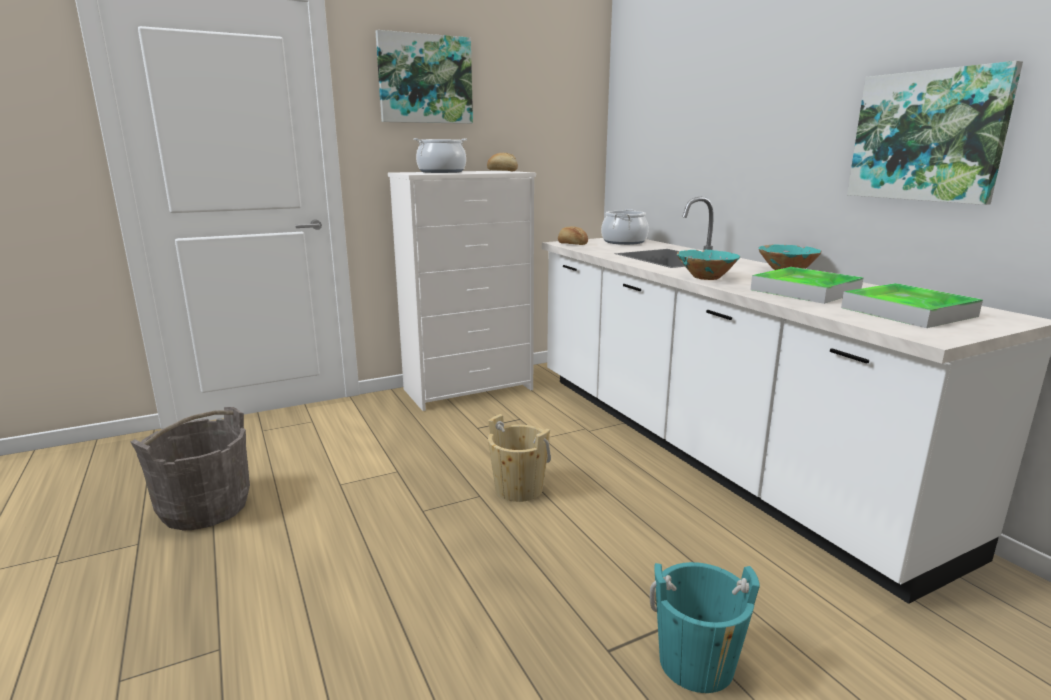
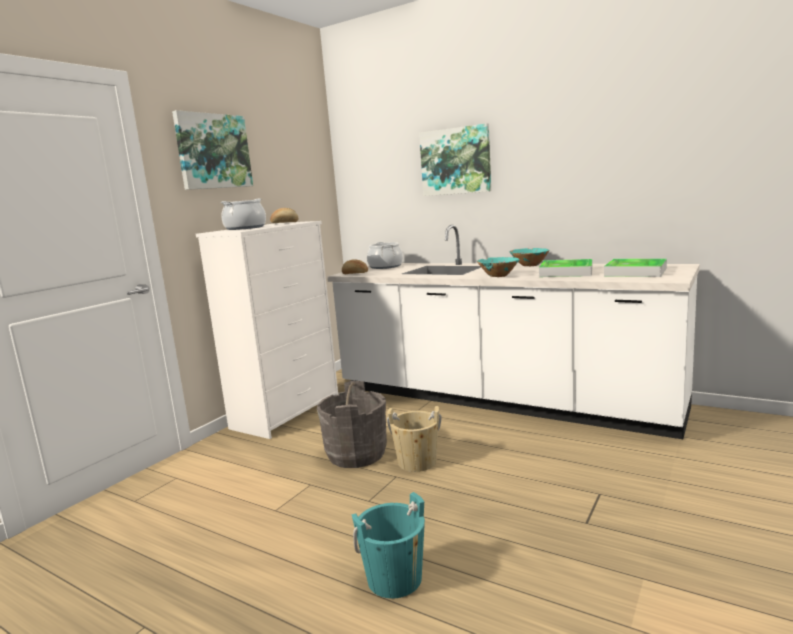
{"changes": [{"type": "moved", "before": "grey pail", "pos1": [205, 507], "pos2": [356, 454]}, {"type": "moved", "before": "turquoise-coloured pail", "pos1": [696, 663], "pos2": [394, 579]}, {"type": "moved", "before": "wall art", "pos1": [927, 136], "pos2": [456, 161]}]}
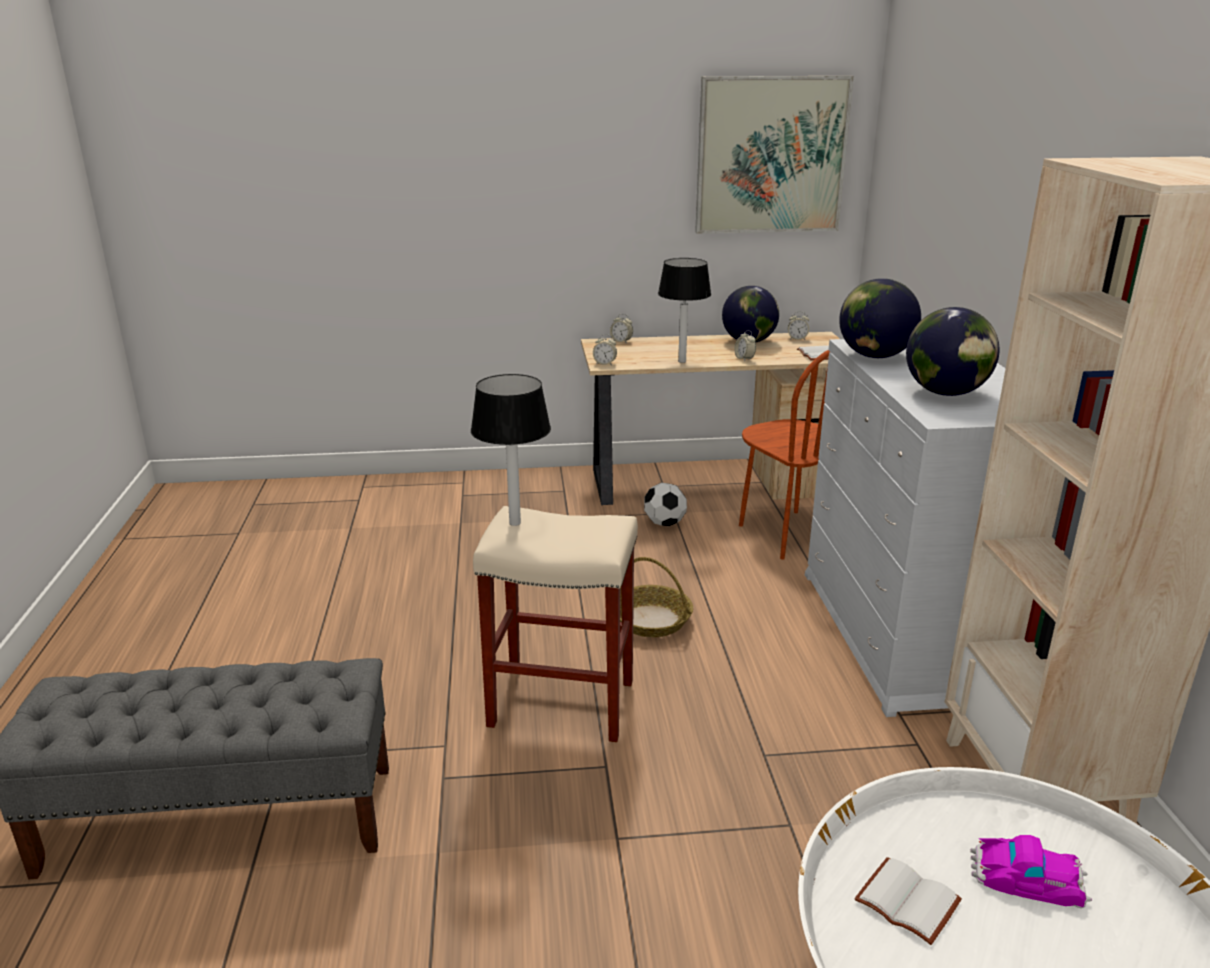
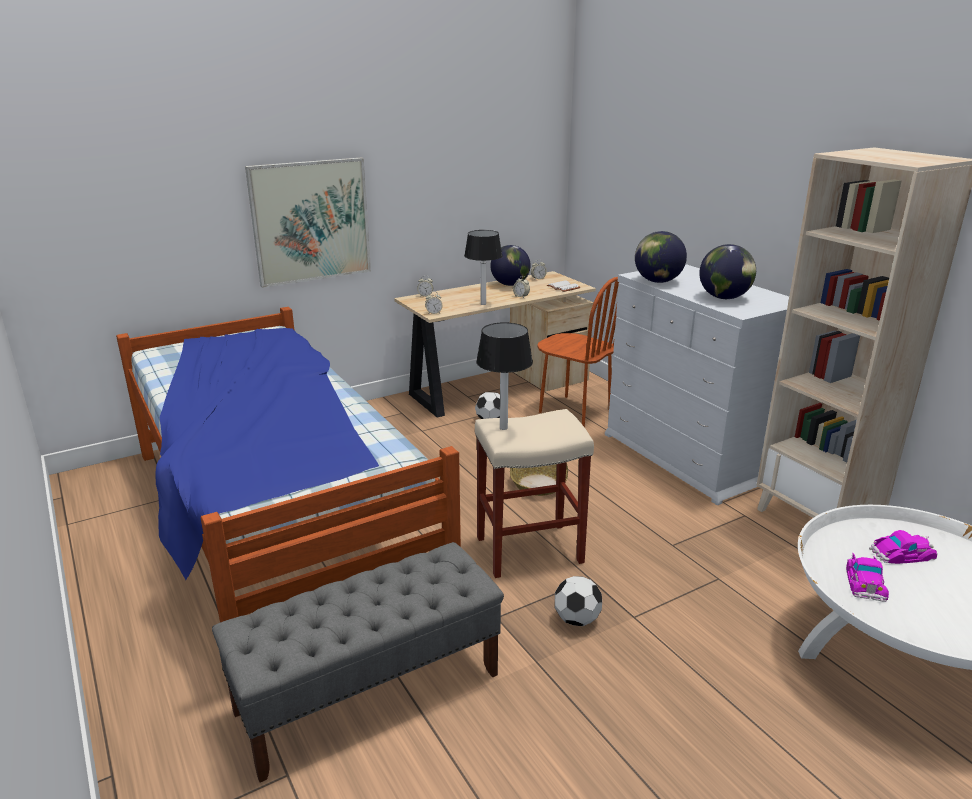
{"changes": [{"type": "moved", "before": "wall art", "pos1": [771, 156], "pos2": [311, 221]}, {"type": "replaced", "before": "white bound book", "after": "model car", "pos1": [910, 901], "pos2": [865, 581]}, {"type": "added", "after": "bed", "pos2": [275, 521]}, {"type": "added", "after": "football", "pos2": [576, 619]}]}
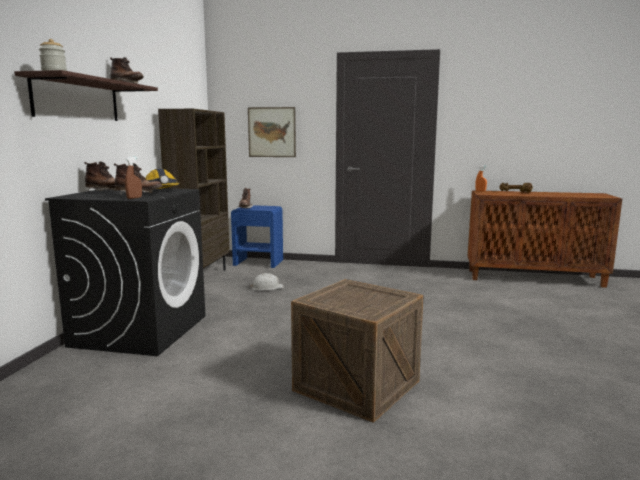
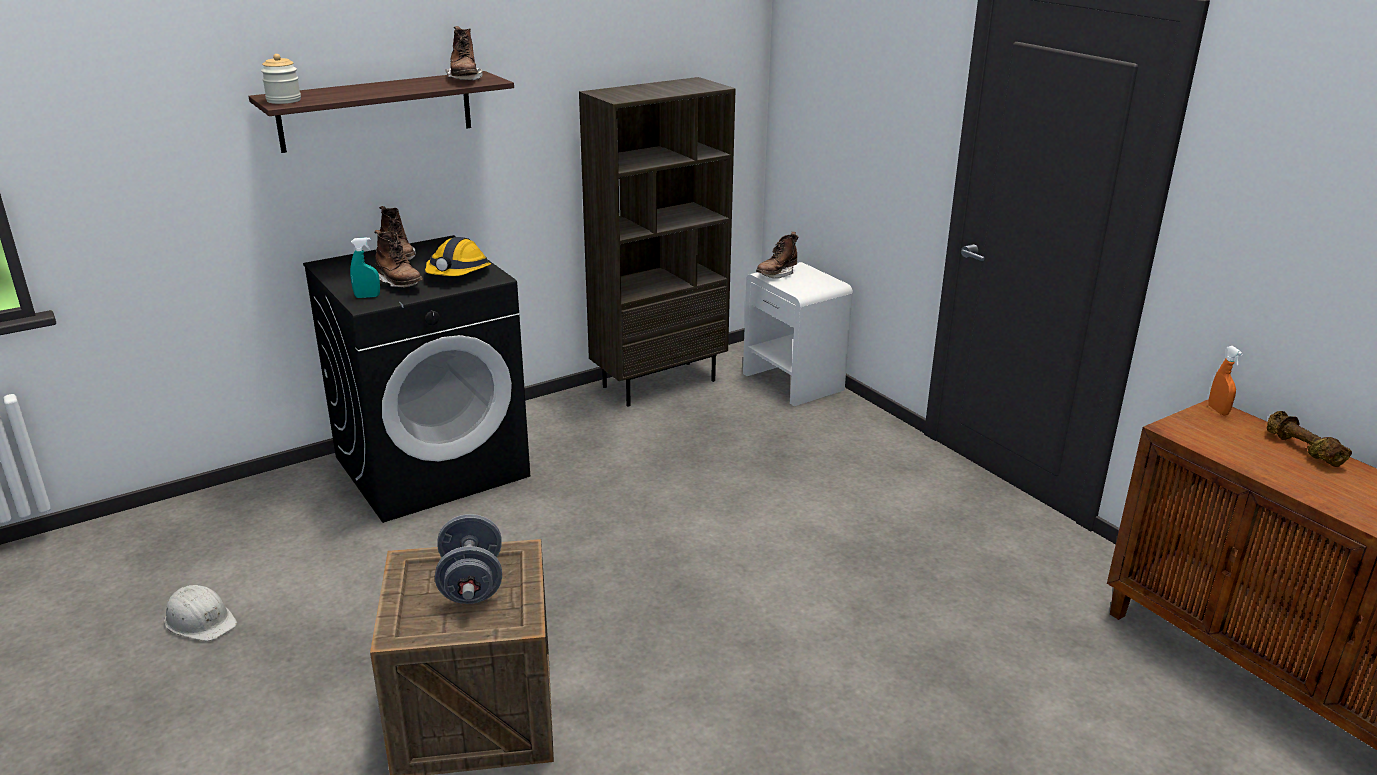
{"changes": [{"type": "recoloured", "before": "brownish spray bottle", "after": "turquoise-coloured spray bottle", "pos1": [134, 198], "pos2": [367, 296]}, {"type": "recoloured", "before": "blue-coloured nightstand", "after": "white nightstand", "pos1": [259, 262], "pos2": [793, 382]}, {"type": "removed", "before": "wall art", "pos1": [272, 132]}, {"type": "moved", "before": "white work helmet", "pos1": [267, 287], "pos2": [200, 620]}, {"type": "added", "after": "grey dumbbell", "pos2": [471, 584]}]}
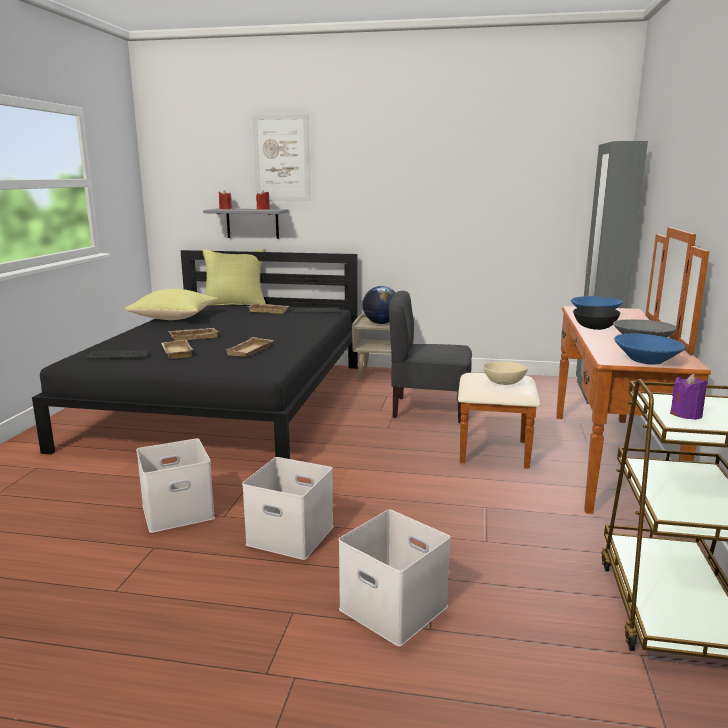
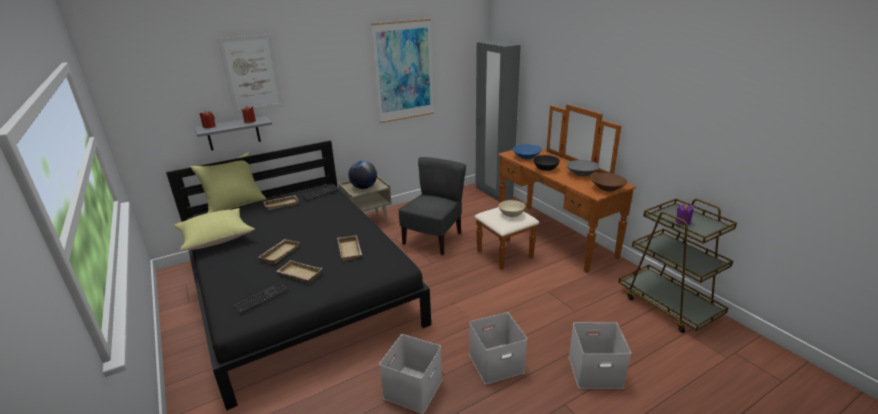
{"changes": [{"type": "turned", "before": "grey chair", "pos1": [428, 409], "pos2": [433, 239], "turn": 150}, {"type": "recoloured", "before": "blue-coloured deep dish", "after": "brownish deep dish", "pos1": [647, 360], "pos2": [607, 188]}, {"type": "added", "after": "wall art", "pos2": [404, 71]}]}
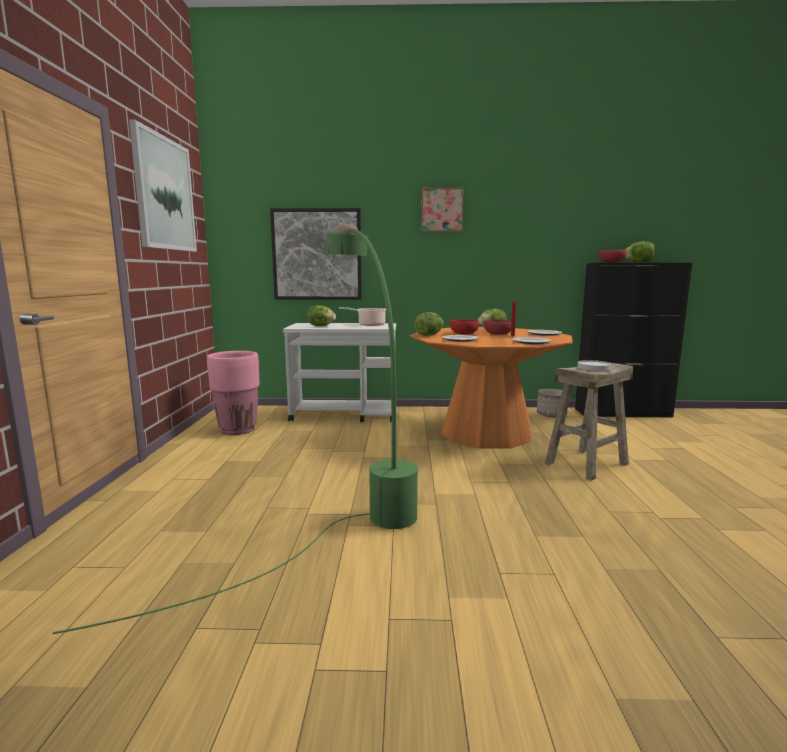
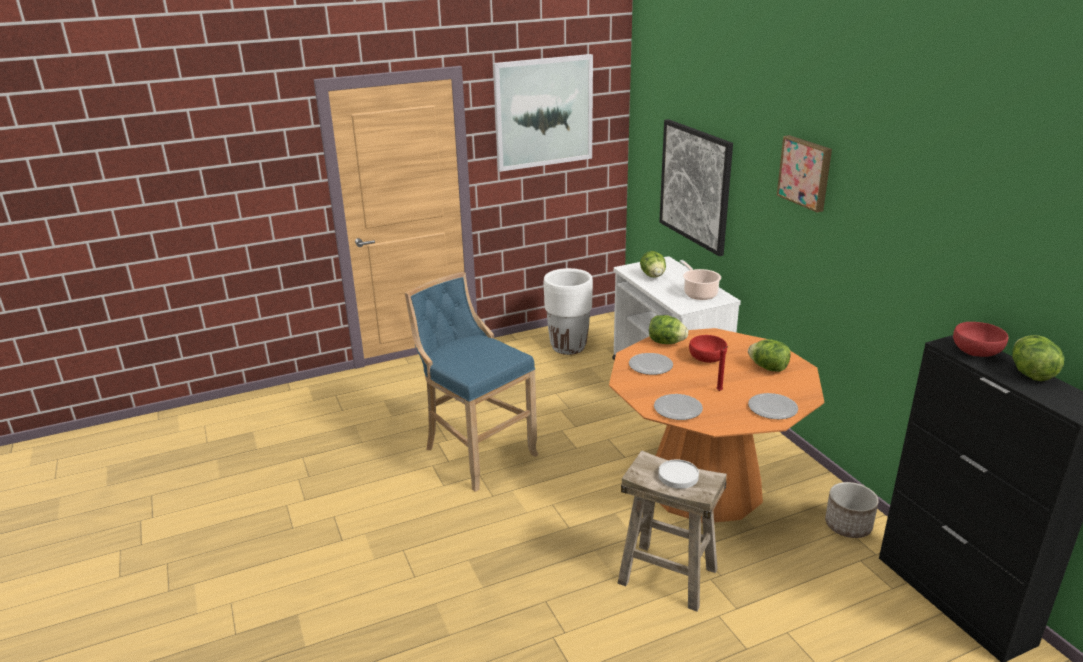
{"changes": [{"type": "replaced", "before": "green floor lamp", "after": "blue-coloured sitting stool", "pos1": [352, 497], "pos2": [476, 452]}, {"type": "recoloured", "before": "pinkish plant pot", "after": "white plant pot", "pos1": [238, 430], "pos2": [568, 347]}, {"type": "removed", "before": "reddish deep dish", "pos1": [497, 334]}]}
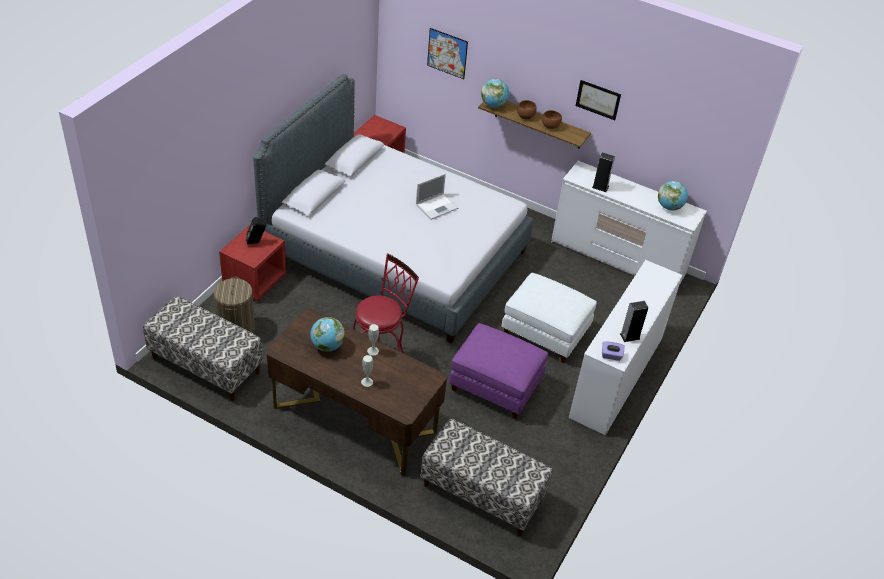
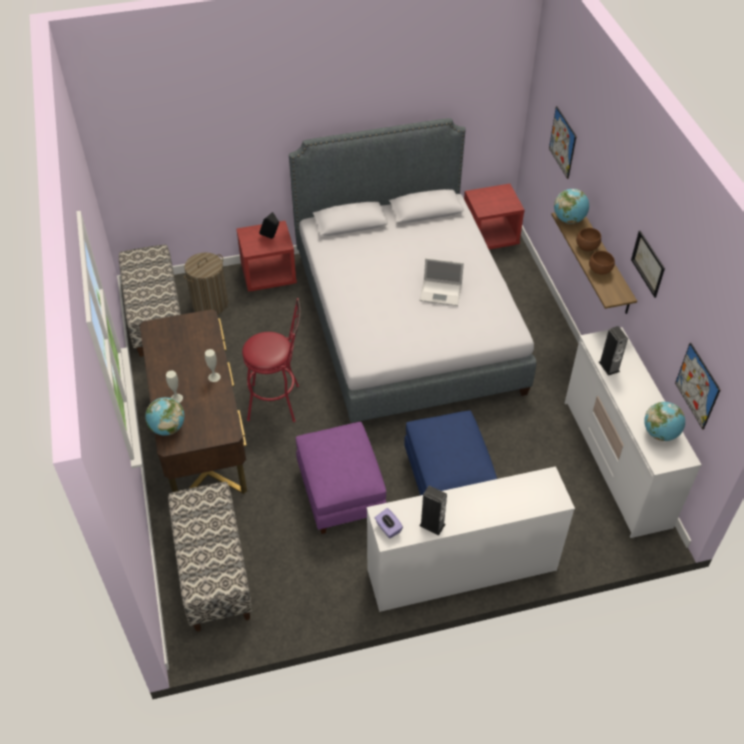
{"changes": [{"type": "moved", "before": "globe", "pos1": [327, 346], "pos2": [167, 428]}, {"type": "recoloured", "before": "white pouffe", "after": "blue-coloured pouffe", "pos1": [545, 332], "pos2": [448, 480]}, {"type": "added", "after": "wall art", "pos2": [697, 386]}]}
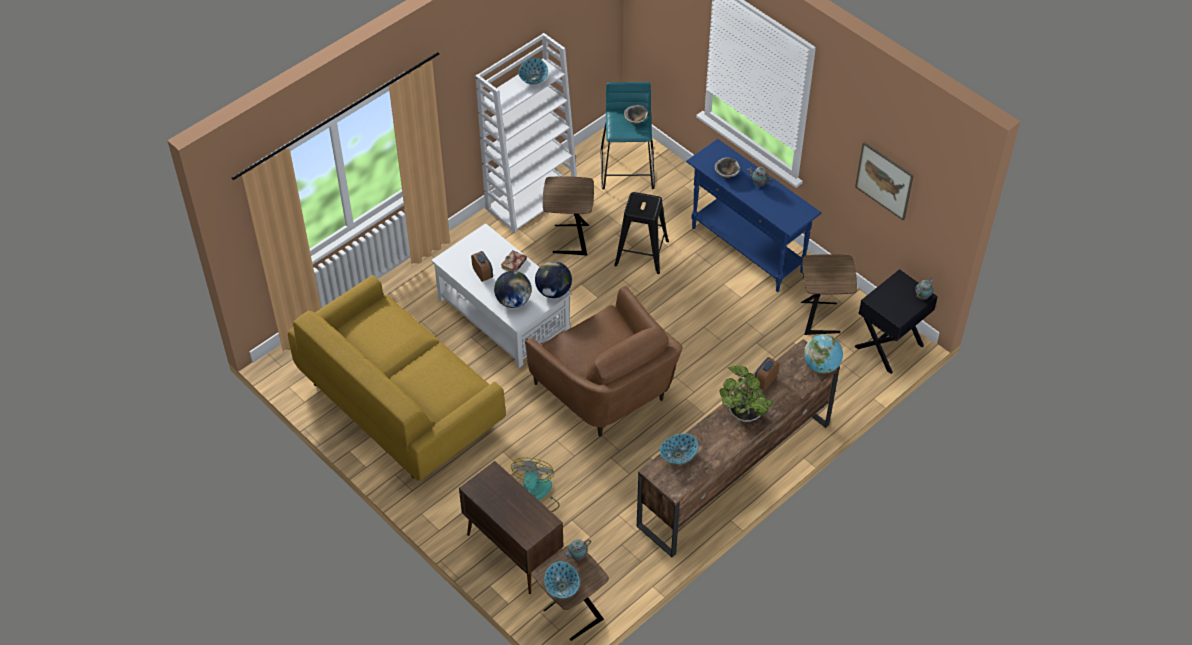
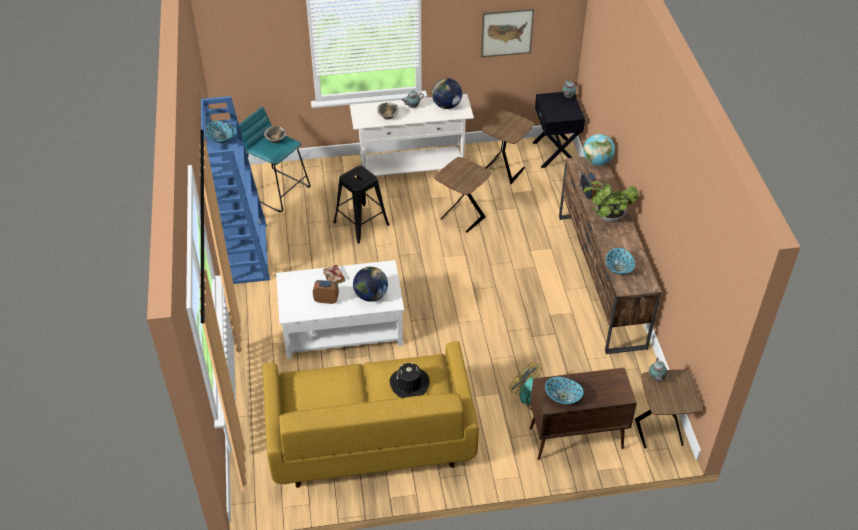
{"changes": [{"type": "recoloured", "before": "white shelving unit", "after": "blue-coloured shelving unit", "pos1": [532, 198], "pos2": [246, 253]}, {"type": "removed", "before": "brownish armchair", "pos1": [607, 391]}, {"type": "moved", "before": "globe", "pos1": [553, 291], "pos2": [447, 105]}, {"type": "moved", "before": "brownish end table", "pos1": [569, 240], "pos2": [462, 218]}, {"type": "moved", "before": "deep dish", "pos1": [561, 586], "pos2": [563, 396]}, {"type": "recoloured", "before": "blue-coloured hall table", "after": "white hall table", "pos1": [747, 250], "pos2": [412, 172]}, {"type": "added", "after": "black wearable hat", "pos2": [409, 384]}]}
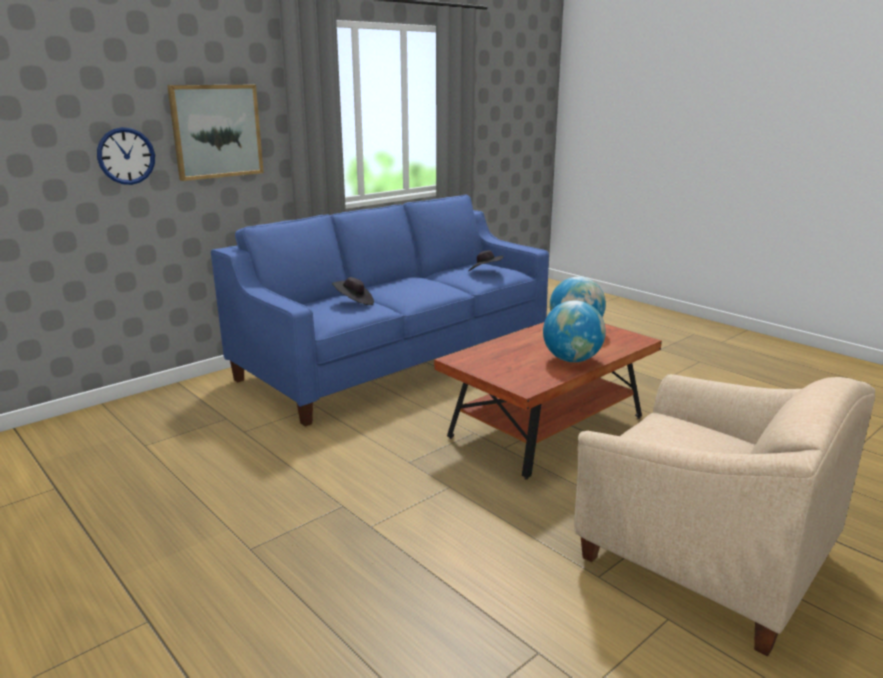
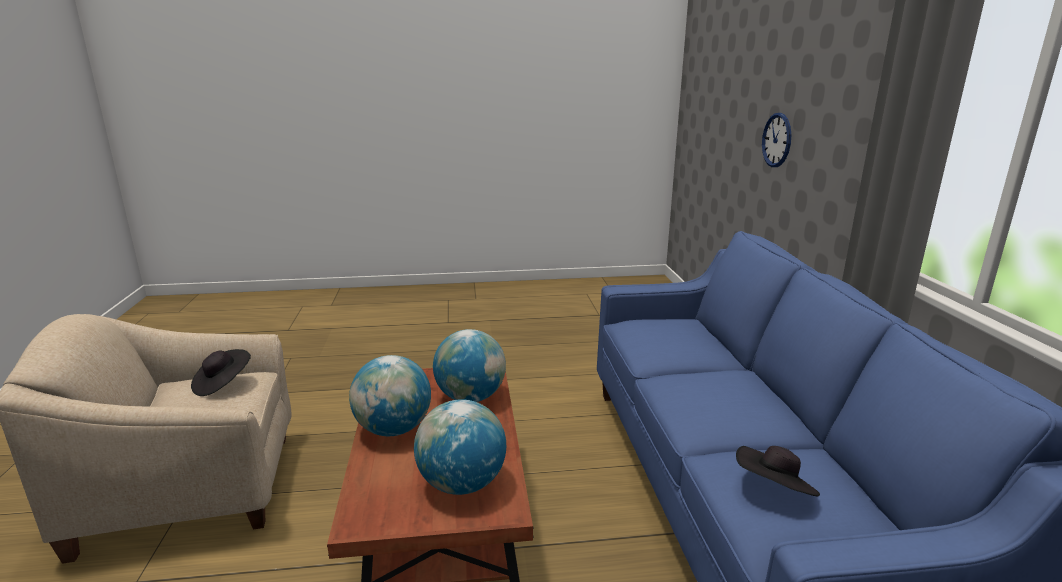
{"changes": [{"type": "removed", "before": "wall art", "pos1": [216, 131]}, {"type": "moved", "before": "black wearable hat", "pos1": [354, 303], "pos2": [222, 384]}, {"type": "added", "after": "globe", "pos2": [470, 397]}]}
